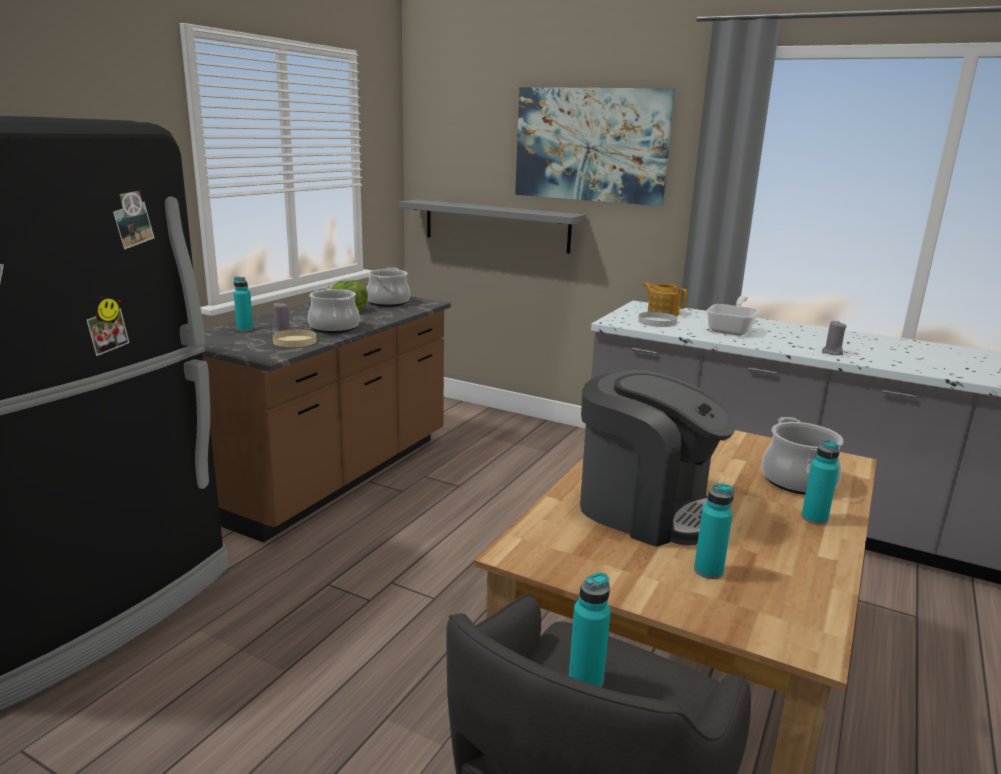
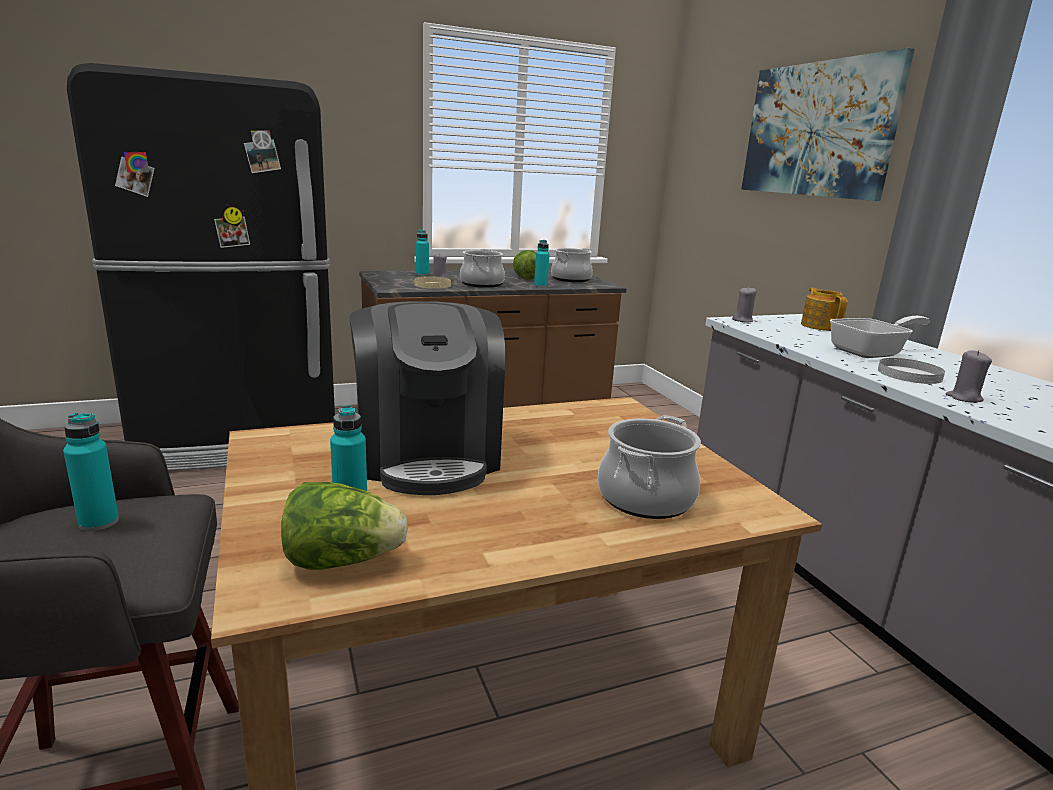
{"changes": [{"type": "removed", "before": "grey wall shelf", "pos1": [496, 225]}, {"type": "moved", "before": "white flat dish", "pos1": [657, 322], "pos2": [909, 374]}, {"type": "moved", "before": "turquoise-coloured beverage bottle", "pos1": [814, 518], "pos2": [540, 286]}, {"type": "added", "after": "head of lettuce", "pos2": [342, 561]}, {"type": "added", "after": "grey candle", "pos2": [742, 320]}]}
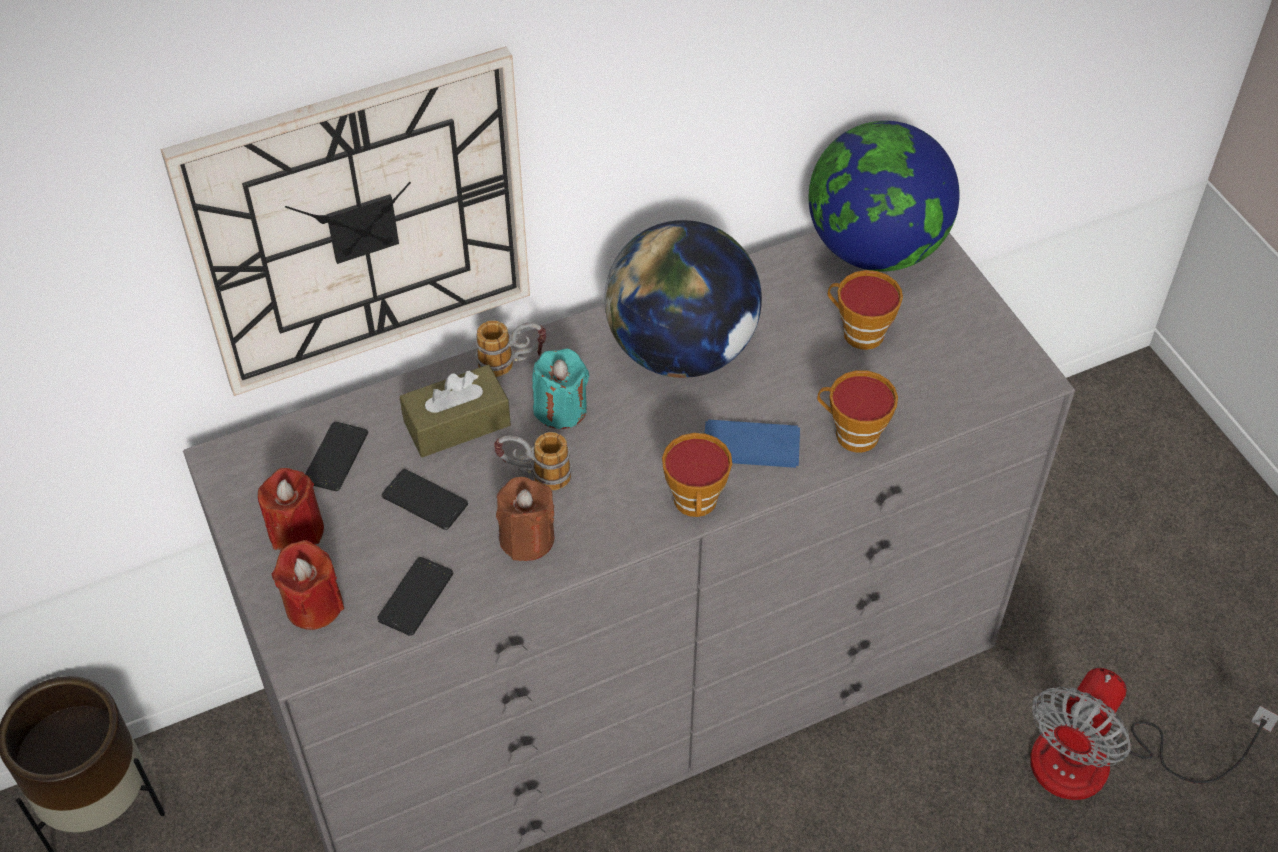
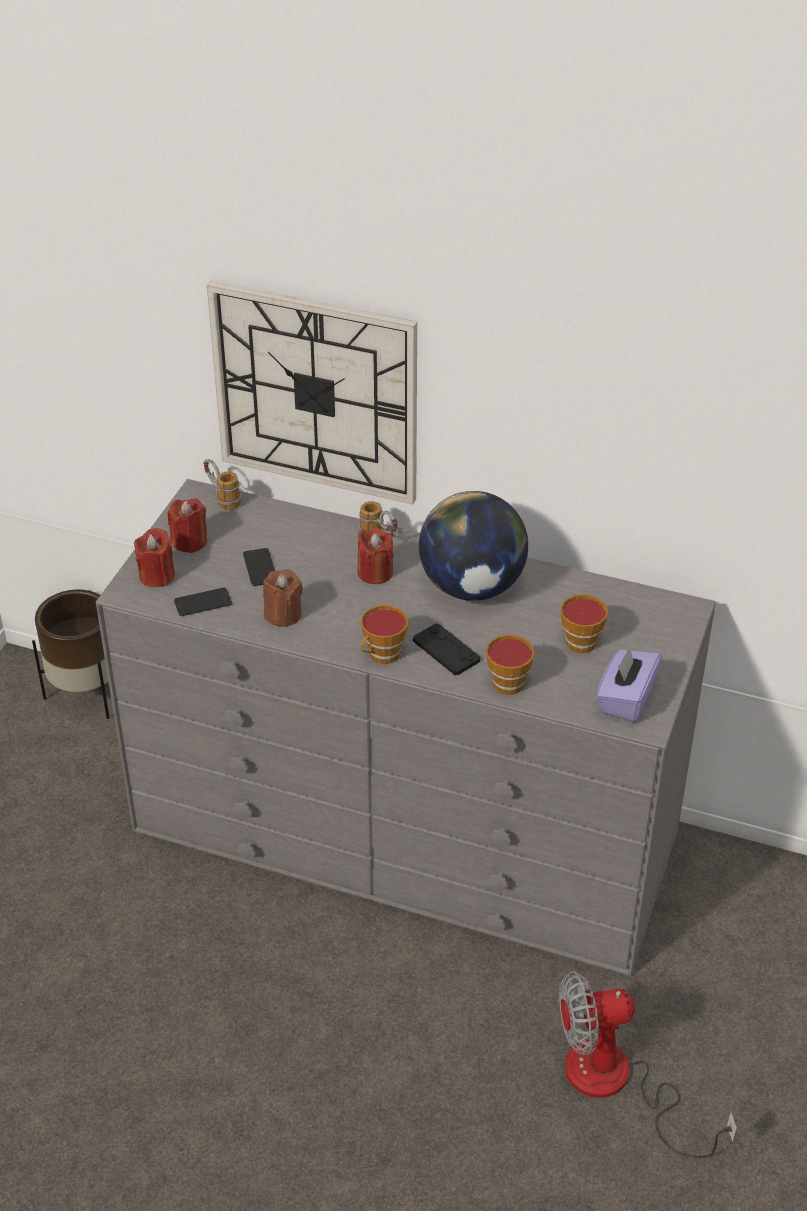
{"changes": [{"type": "removed", "before": "telephone", "pos1": [336, 457]}, {"type": "removed", "before": "brownish tissue holder", "pos1": [457, 423]}, {"type": "moved", "before": "mug", "pos1": [534, 476], "pos2": [222, 498]}, {"type": "recoloured", "before": "turquoise-coloured candle", "after": "reddish candle", "pos1": [561, 409], "pos2": [375, 572]}, {"type": "recoloured", "before": "blue-coloured game controller", "after": "black game controller", "pos1": [751, 445], "pos2": [446, 650]}, {"type": "removed", "before": "globe", "pos1": [875, 248]}, {"type": "added", "after": "purple tissue holder", "pos2": [626, 699]}]}
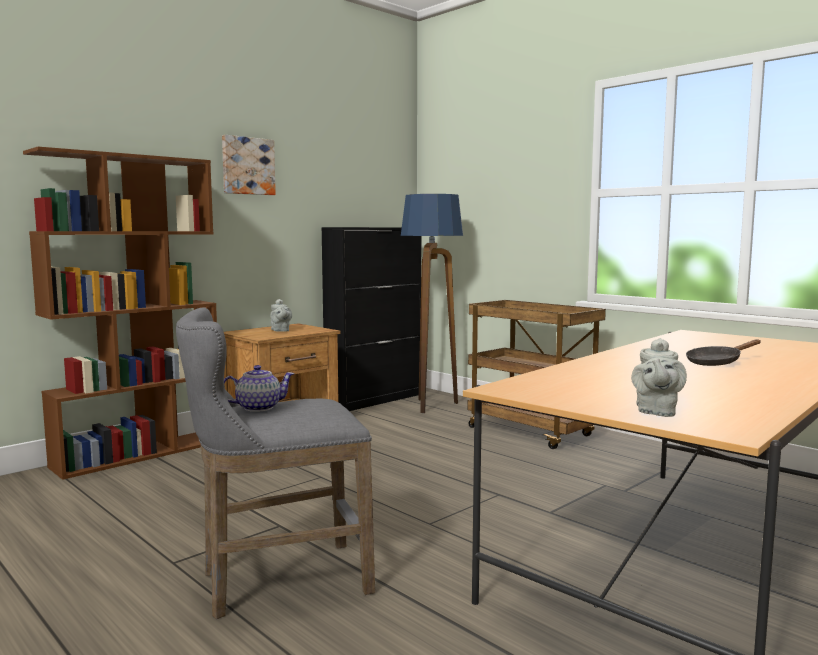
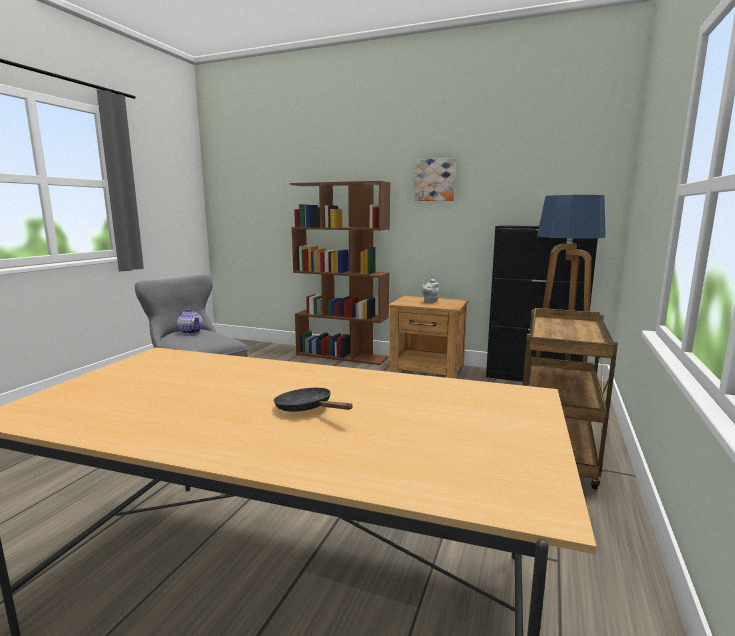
{"changes": [{"type": "removed", "before": "grey pot for tea", "pos1": [656, 412]}]}
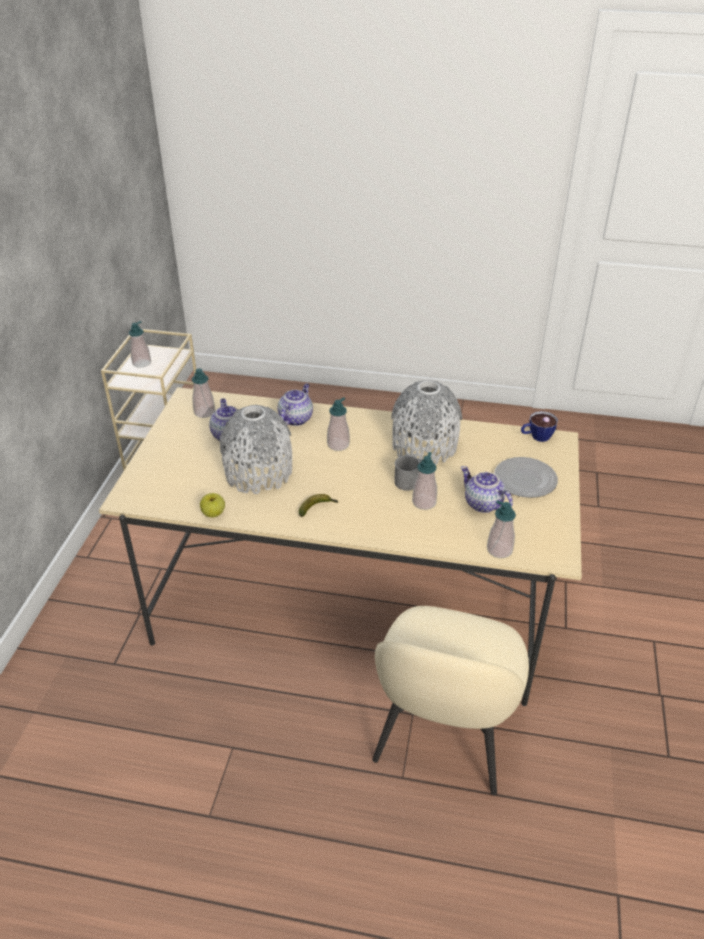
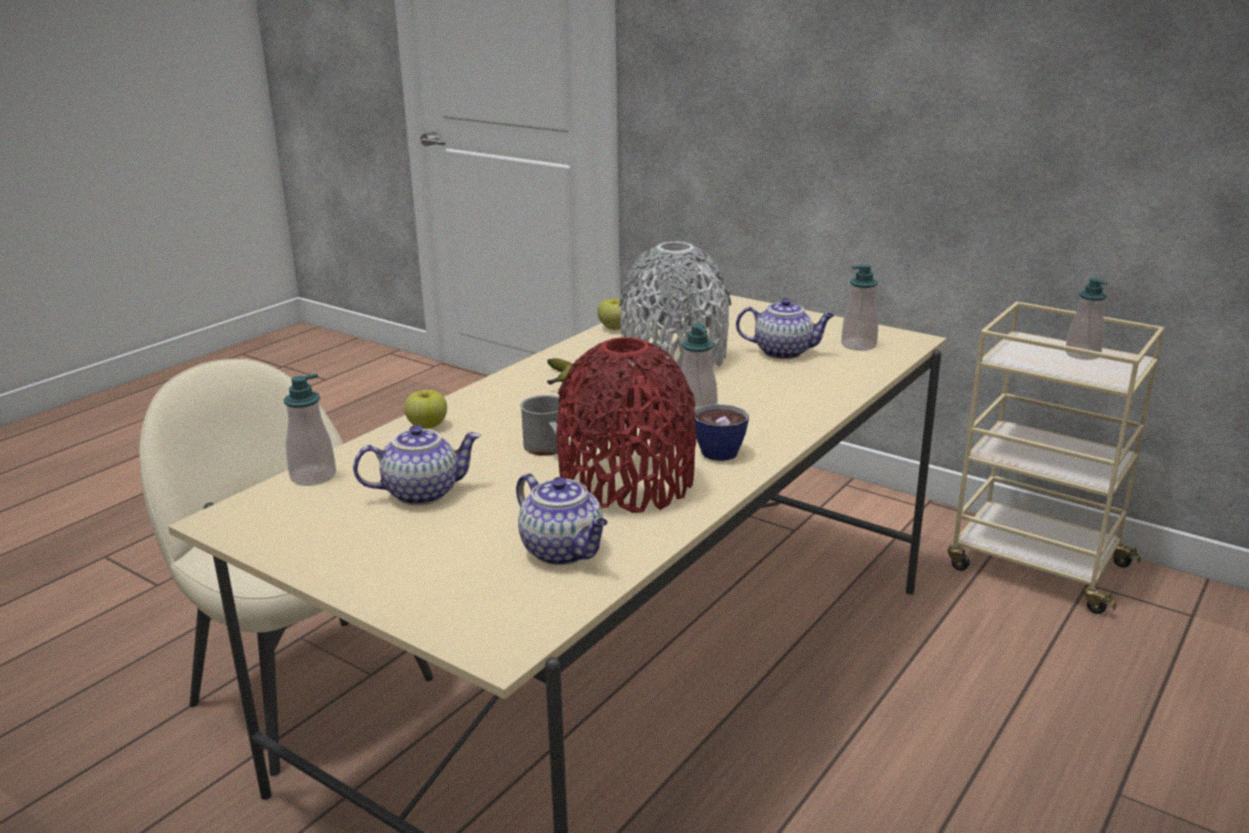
{"changes": [{"type": "moved", "before": "pot for tea", "pos1": [295, 418], "pos2": [564, 551]}, {"type": "recoloured", "before": "grey vase", "after": "reddish vase", "pos1": [424, 446], "pos2": [627, 483]}, {"type": "removed", "before": "soap bottle", "pos1": [424, 502]}, {"type": "removed", "before": "flat dish", "pos1": [525, 479]}, {"type": "moved", "before": "small cup", "pos1": [536, 437], "pos2": [721, 449]}, {"type": "added", "after": "apple fruit", "pos2": [427, 426]}]}
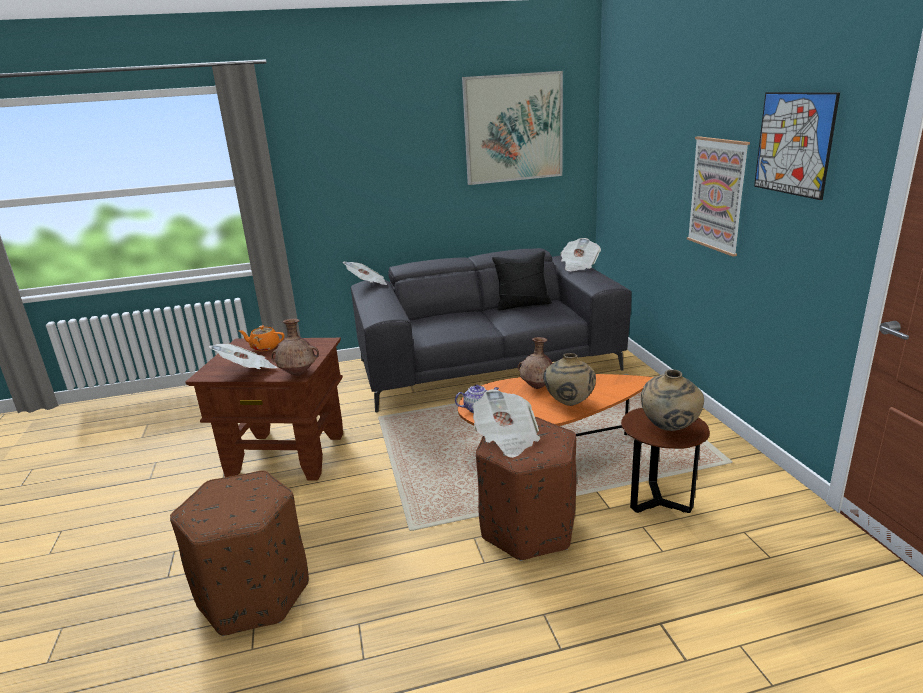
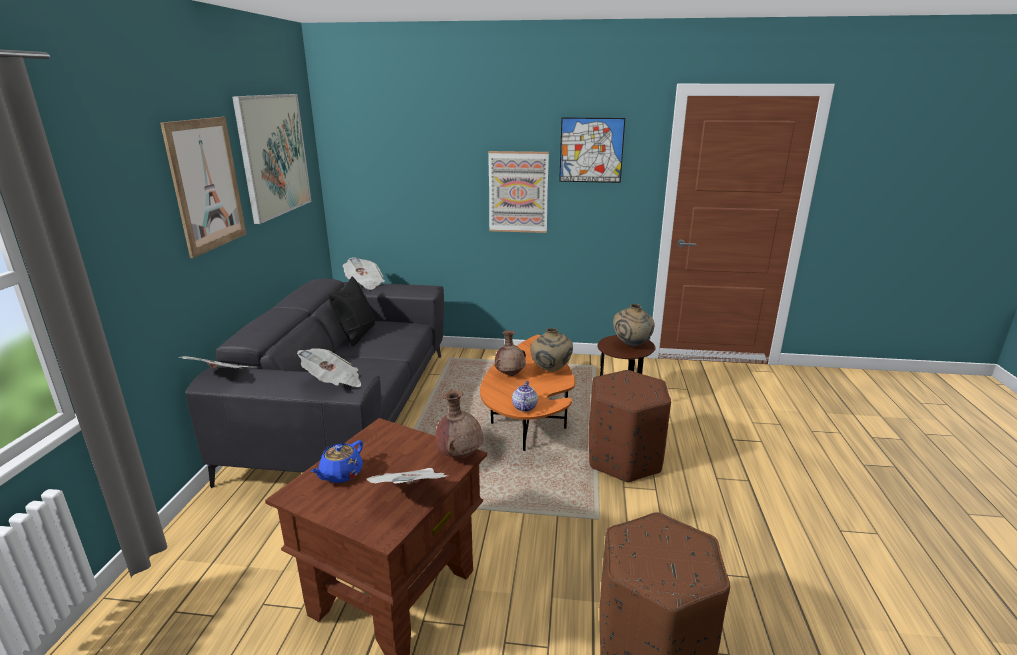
{"changes": [{"type": "recoloured", "before": "orange-coloured pot for tea", "after": "blue-coloured pot for tea", "pos1": [264, 347], "pos2": [341, 474]}, {"type": "moved", "before": "newspaper", "pos1": [506, 438], "pos2": [333, 382]}, {"type": "added", "after": "wall art", "pos2": [206, 184]}]}
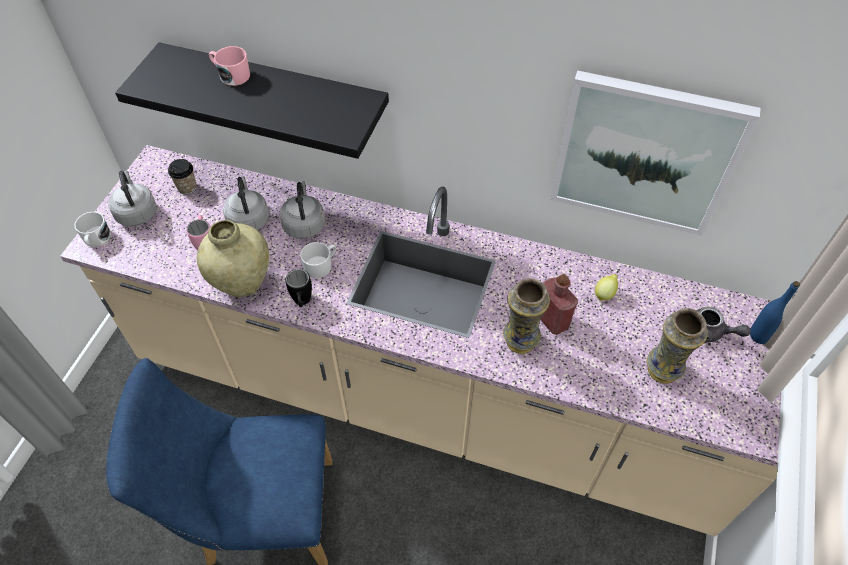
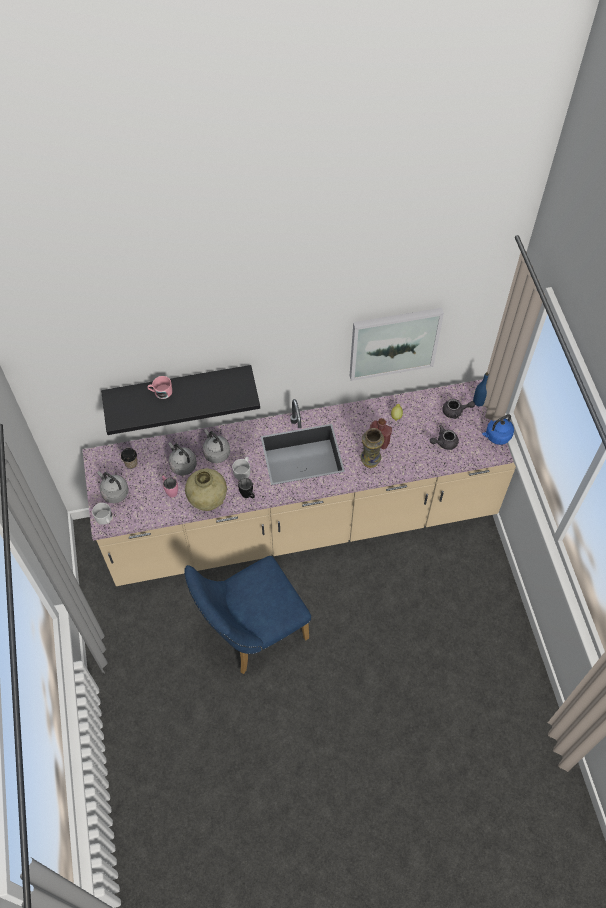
{"changes": [{"type": "replaced", "before": "vase", "after": "grey pot for tea", "pos1": [662, 371], "pos2": [444, 442]}, {"type": "added", "after": "blue-coloured kettle", "pos2": [496, 436]}]}
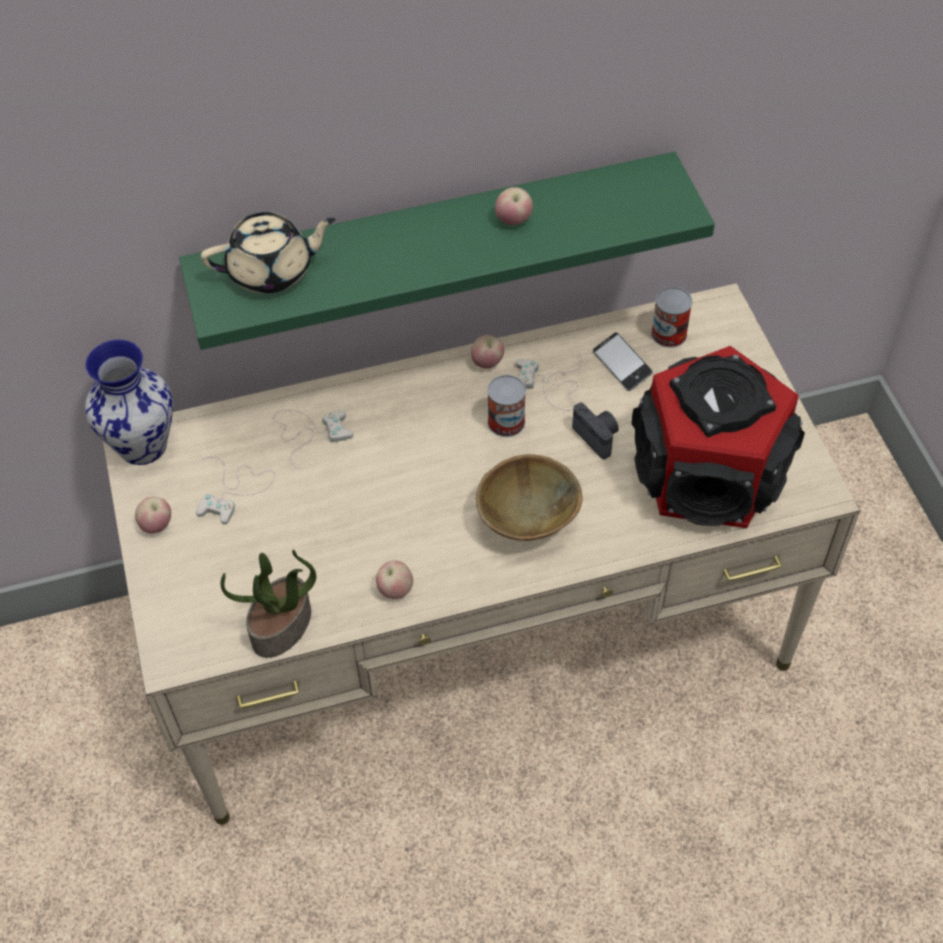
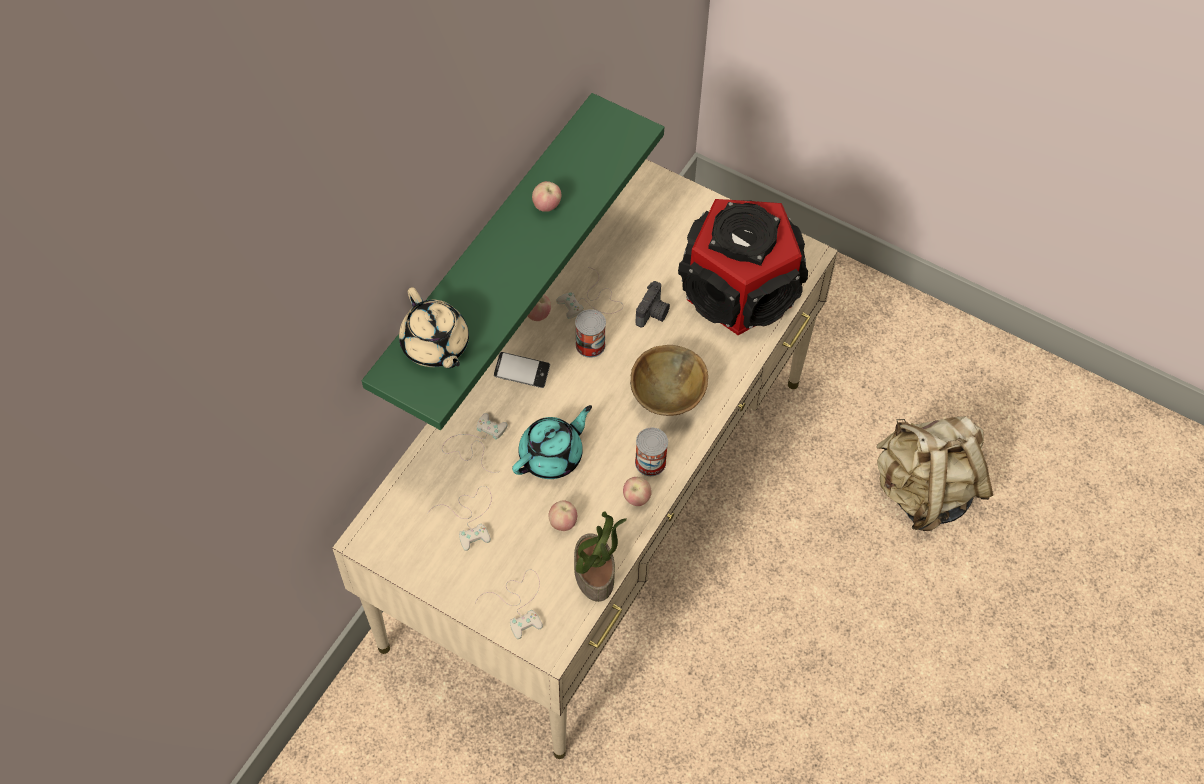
{"changes": [{"type": "removed", "before": "vase", "pos1": [143, 444]}, {"type": "moved", "before": "apple fruit", "pos1": [157, 525], "pos2": [563, 522]}, {"type": "turned", "before": "sand-coloured pot for tea", "pos1": [272, 271], "pos2": [435, 346], "turn": 120}, {"type": "turned", "before": "photo camera", "pos1": [597, 437], "pos2": [653, 313], "turn": 105}, {"type": "moved", "before": "telephone", "pos1": [622, 365], "pos2": [522, 372]}, {"type": "moved", "before": "can", "pos1": [669, 334], "pos2": [650, 462]}, {"type": "added", "after": "white game controller", "pos2": [519, 603]}, {"type": "added", "after": "turquoise-coloured pot for tea", "pos2": [552, 455]}, {"type": "added", "after": "sand-coloured rucksack", "pos2": [924, 491]}]}
